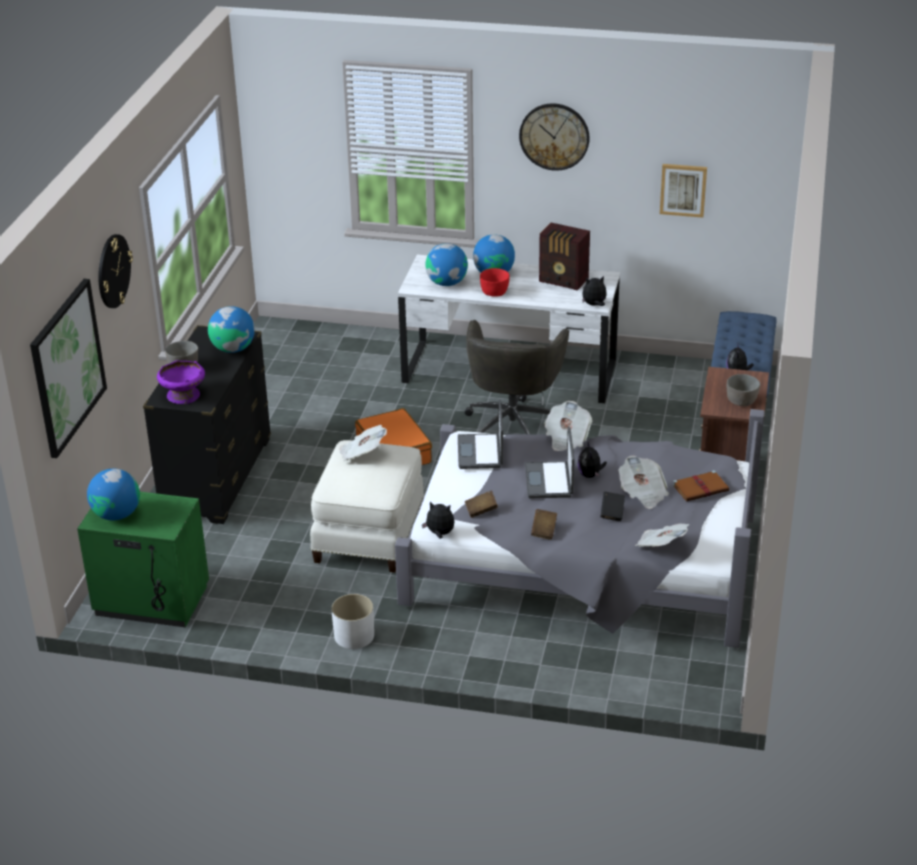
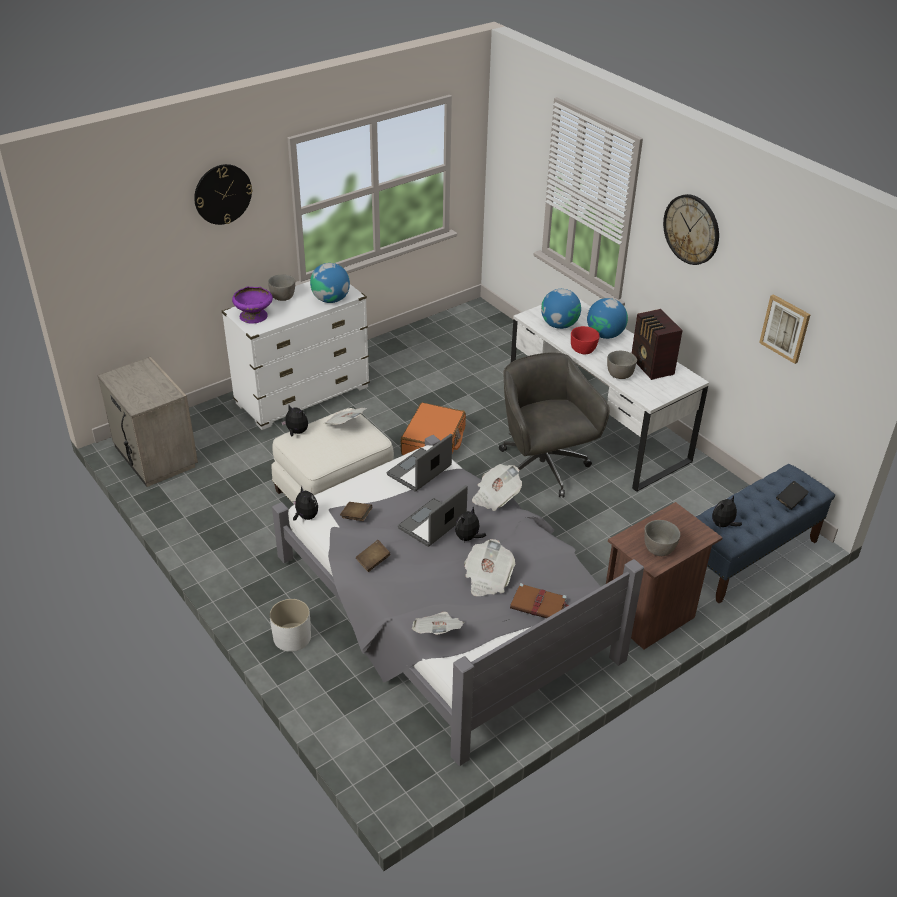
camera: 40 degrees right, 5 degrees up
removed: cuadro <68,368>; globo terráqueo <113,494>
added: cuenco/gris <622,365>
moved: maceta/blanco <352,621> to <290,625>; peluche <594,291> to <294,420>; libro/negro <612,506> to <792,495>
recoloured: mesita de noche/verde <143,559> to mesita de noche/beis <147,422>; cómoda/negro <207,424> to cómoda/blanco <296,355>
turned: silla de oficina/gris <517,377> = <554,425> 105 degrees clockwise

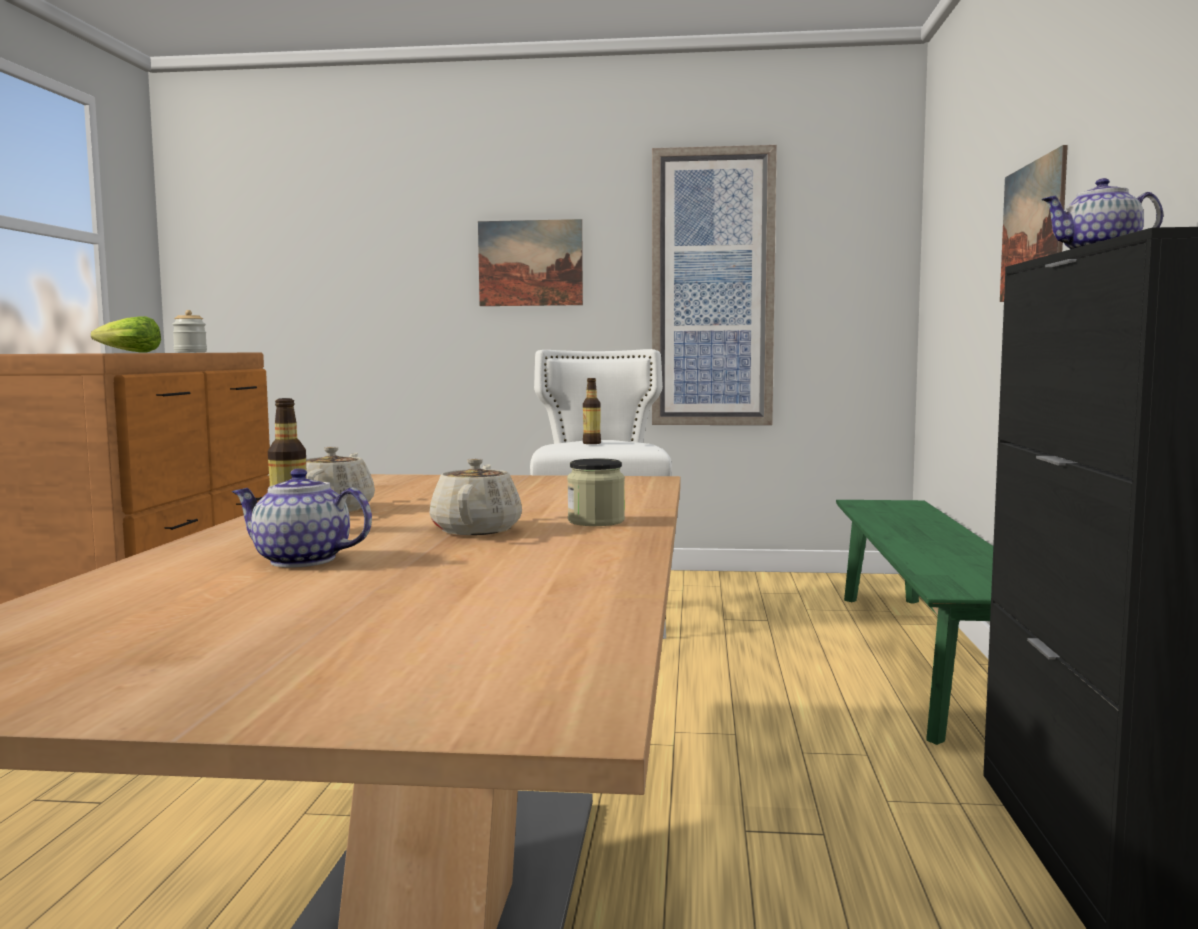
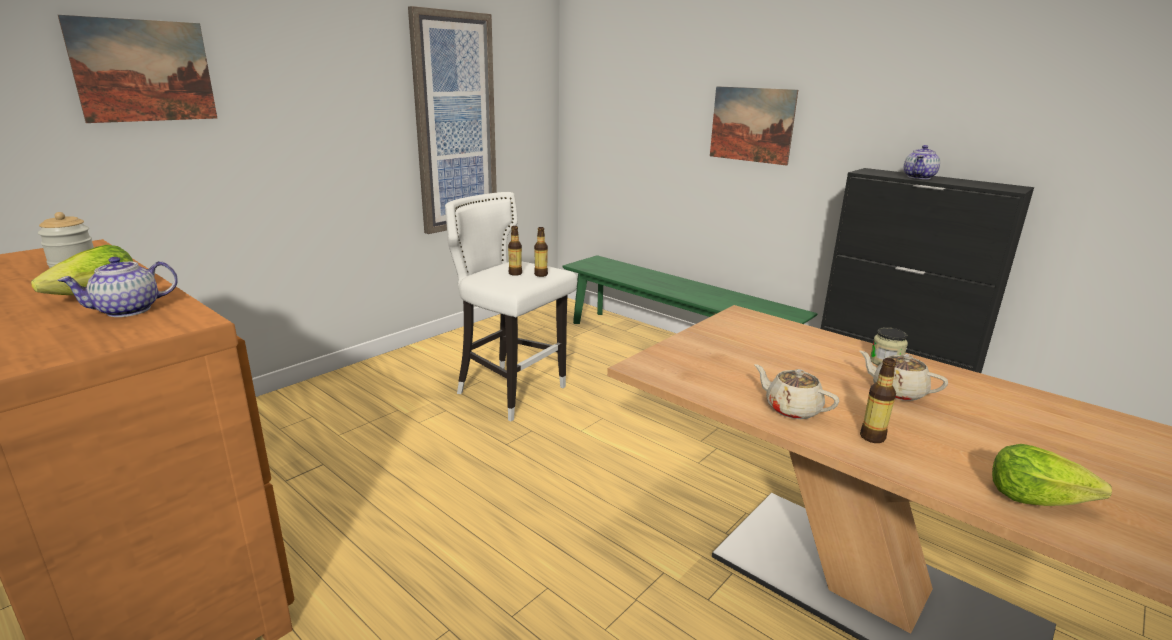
camera: 55 degrees left, 15 degrees up
added: botella <541,252>; lechuga <1052,475>
moved: tetera <302,517> to <117,287>; cuadro <530,262> to <137,69>

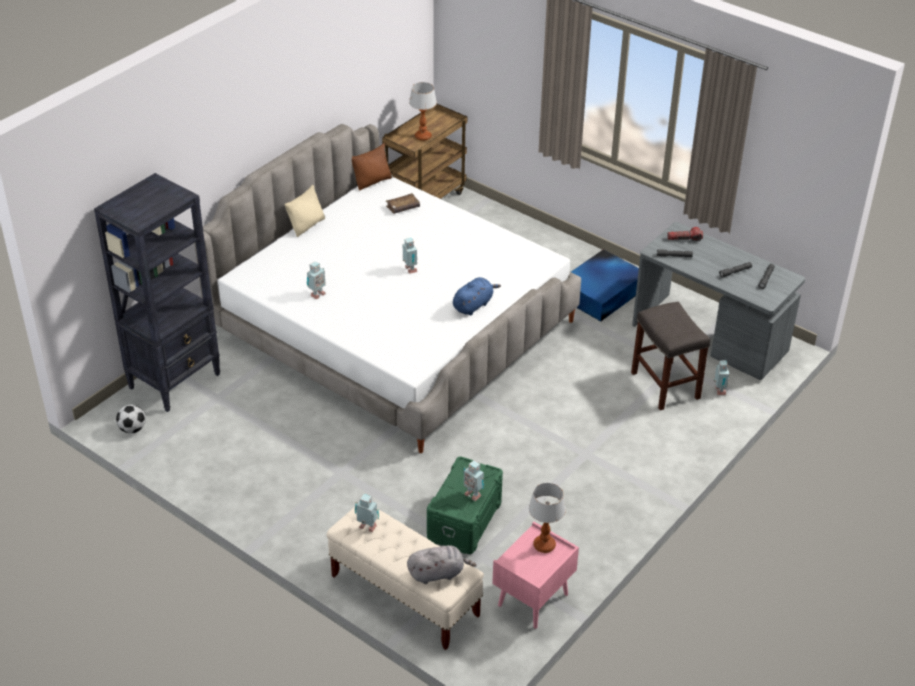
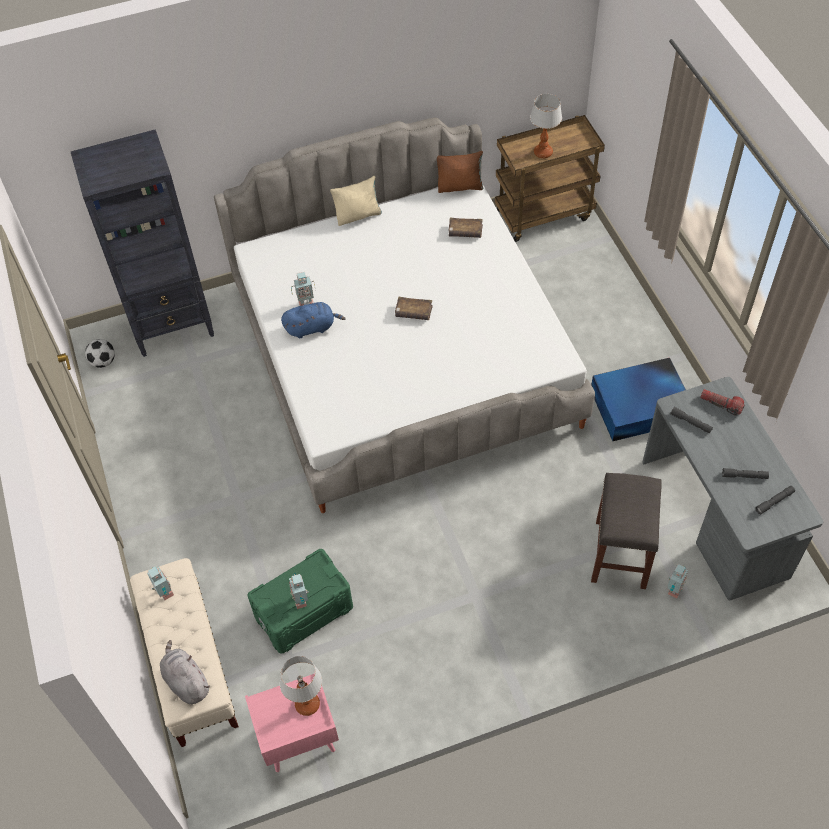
camera: 35 degrees right, 15 degrees up
moved: peluche/azul <477,296> to <313,320>
replaced: robot de juguete <410,255> to libro/marrón <414,308>
turned: peluche/gris <442,564> = <185,672> 150 degrees counterclockwise

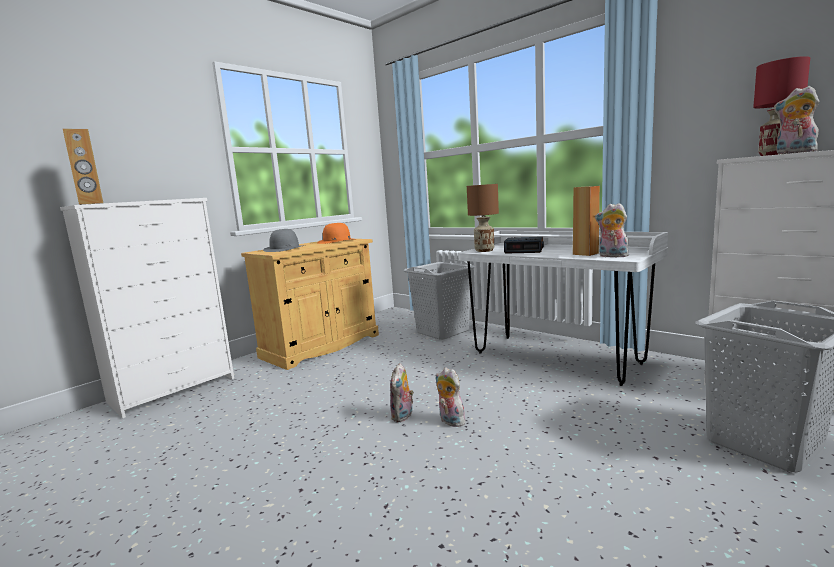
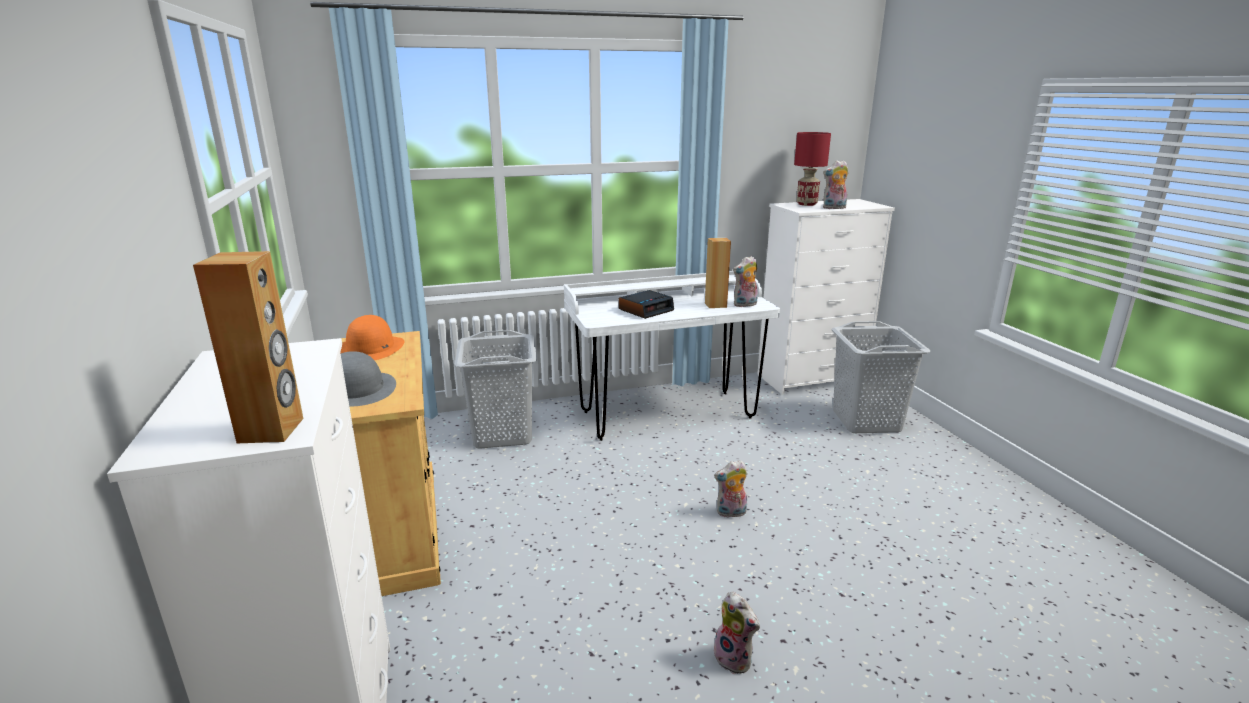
camera: 60 degrees left, 10 degrees up
removed: lámpara de mesa/marrón <483,218>
moved: peluche <402,392> to <737,633>

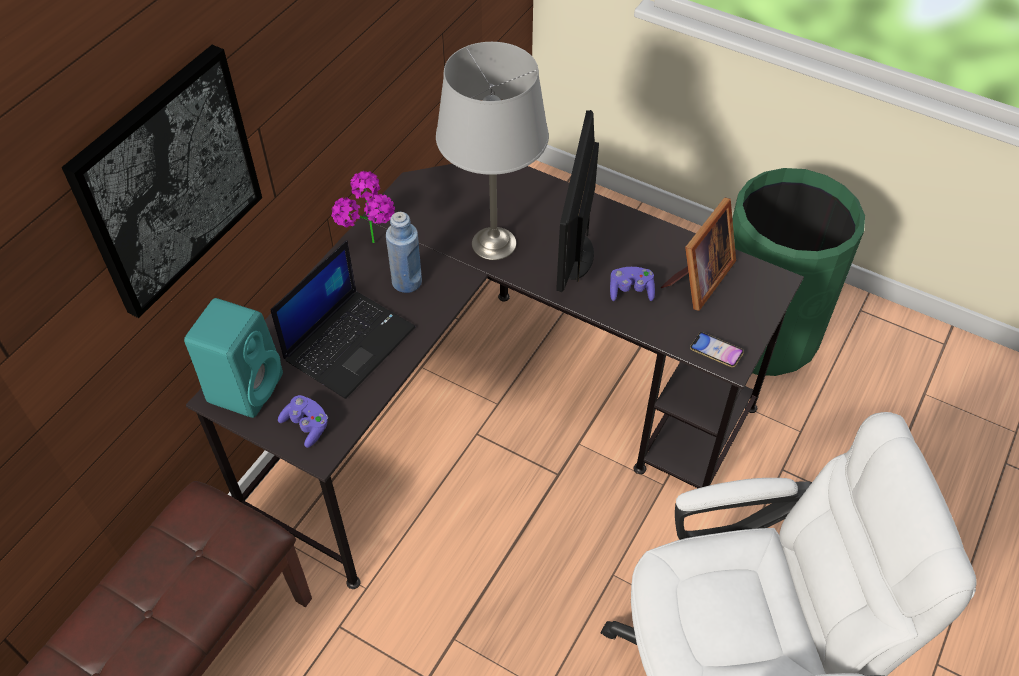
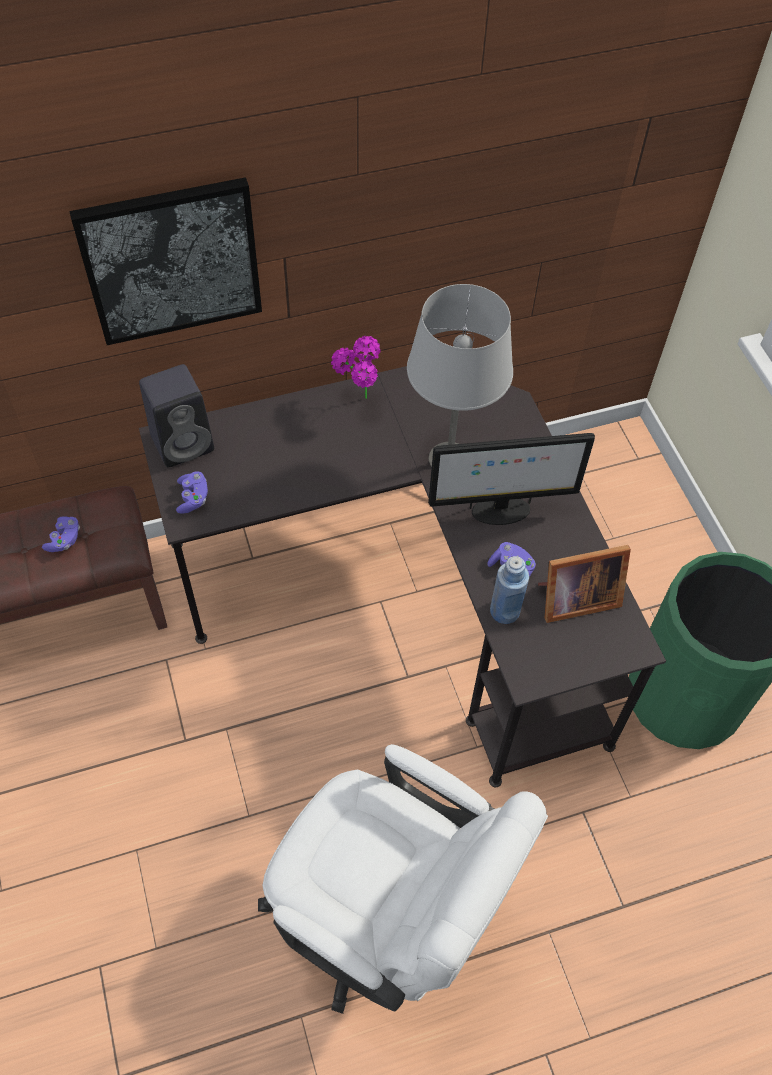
camera: 40 degrees right, 5 degrees up
removed: portátil <342,319>; móvil <717,349>
added: mando de consola/morado <61,534>
moved: botella/azul <404,252> to <509,590>
recoloured: altavoz/turquesa <233,358> to altavoz/negro <176,416>
turned: monitor <577,201> = <511,479> 150 degrees counterclockwise

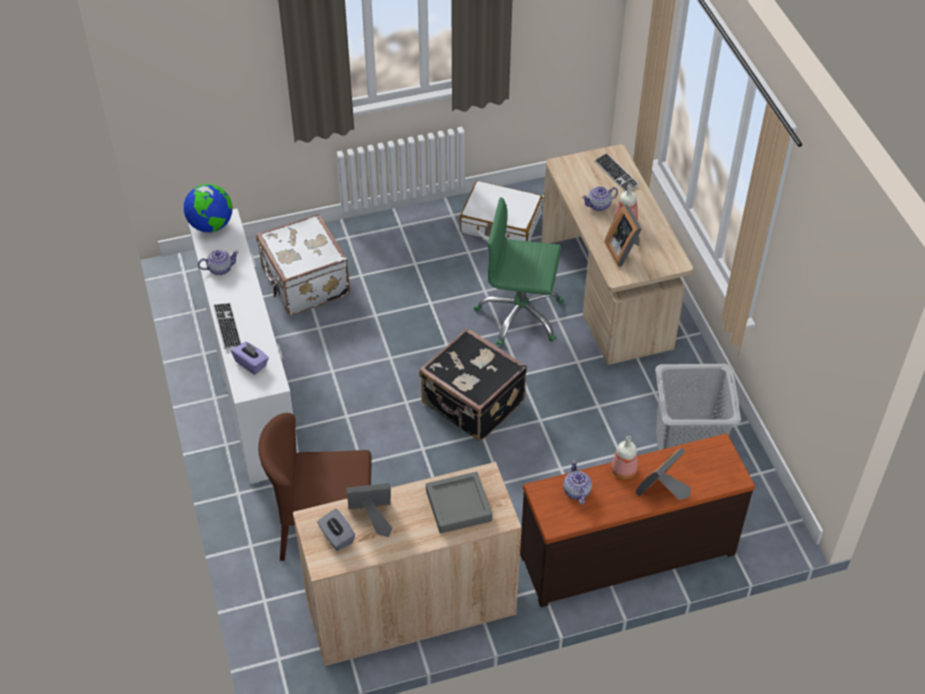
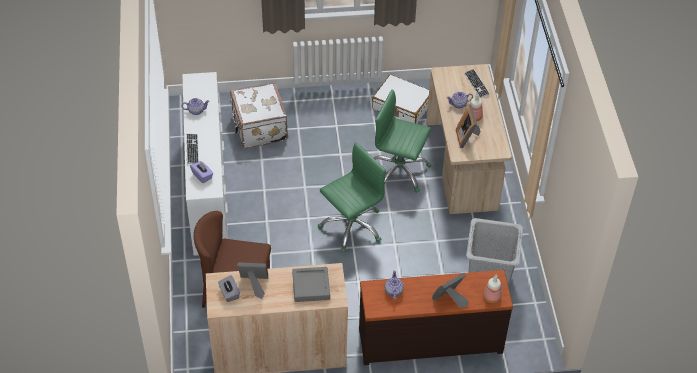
camera: 10 degrees right, 0 degrees up
removed: globo terráqueo <208,208>
moved: botella <624,457> to <492,289>
replaced: maleta/negro <473,385> to silla de oficina/verde <352,197>

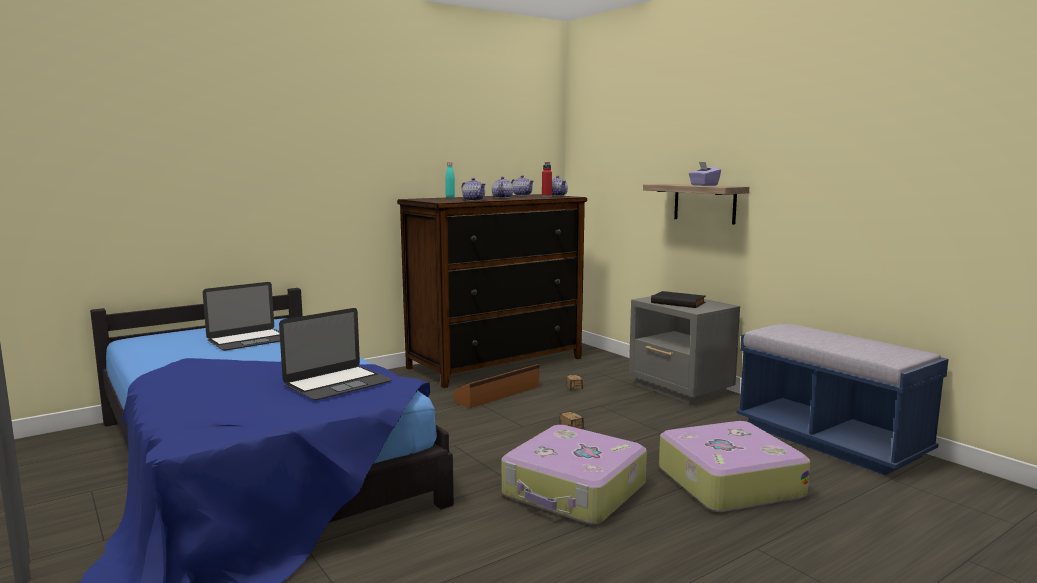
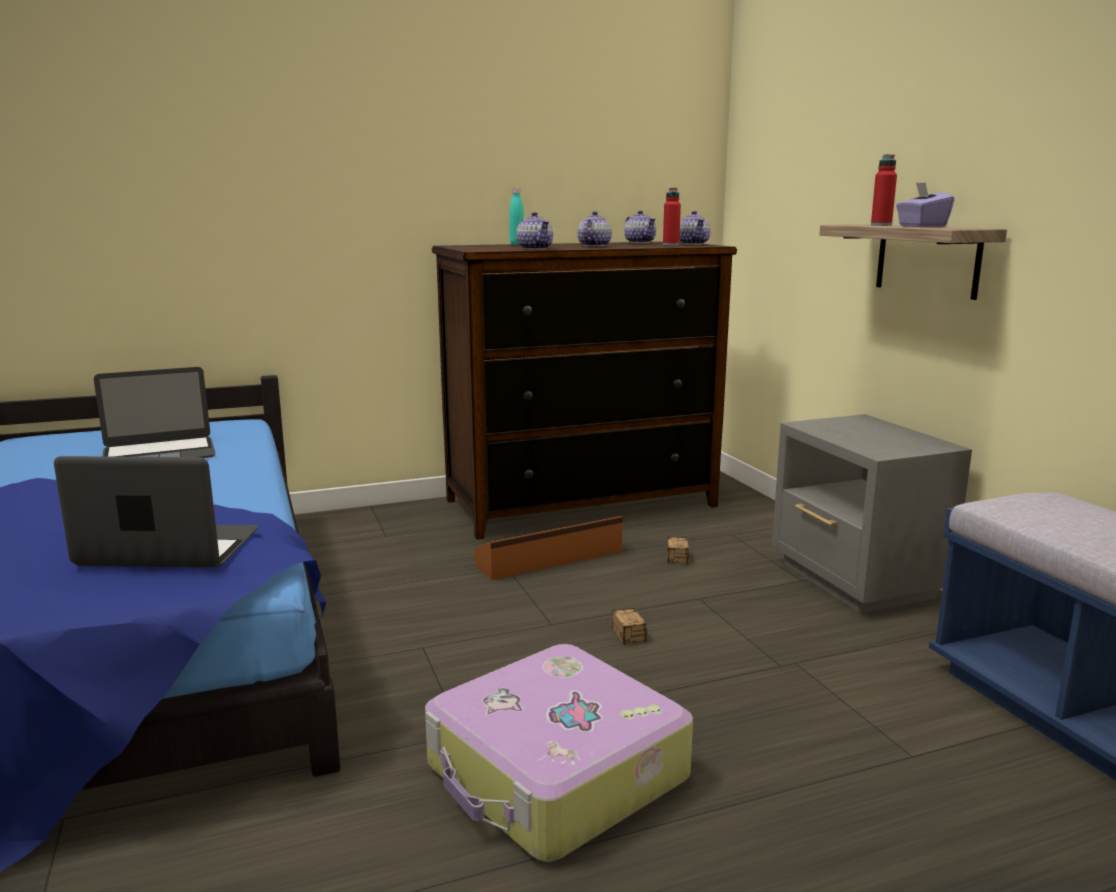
camera: 15 degrees right, 5 degrees up
removed: libro/negro <678,299>; maleta <734,466>
added: botella/rojo <884,190>
turned: portátil <335,354> = <156,511> 150 degrees counterclockwise

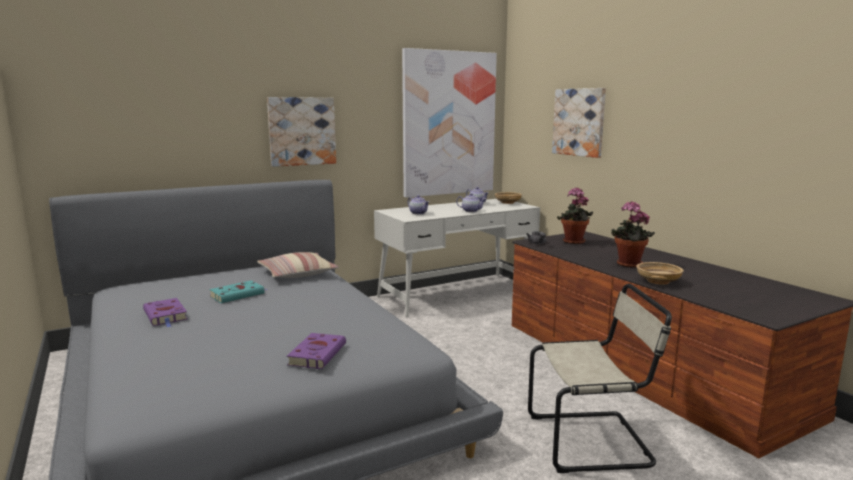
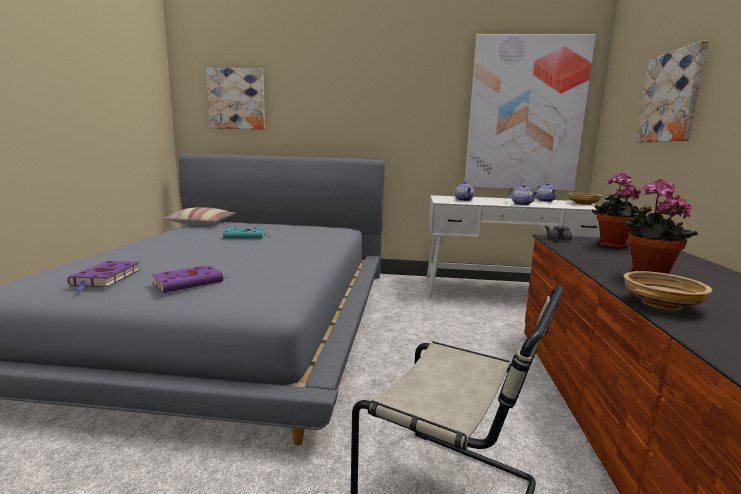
camera: 35 degrees right, 0 degrees up
moved: libro/morado <165,312> to <103,276>; cojín <298,265> to <199,216>; cuadro <301,132> to <235,99>

